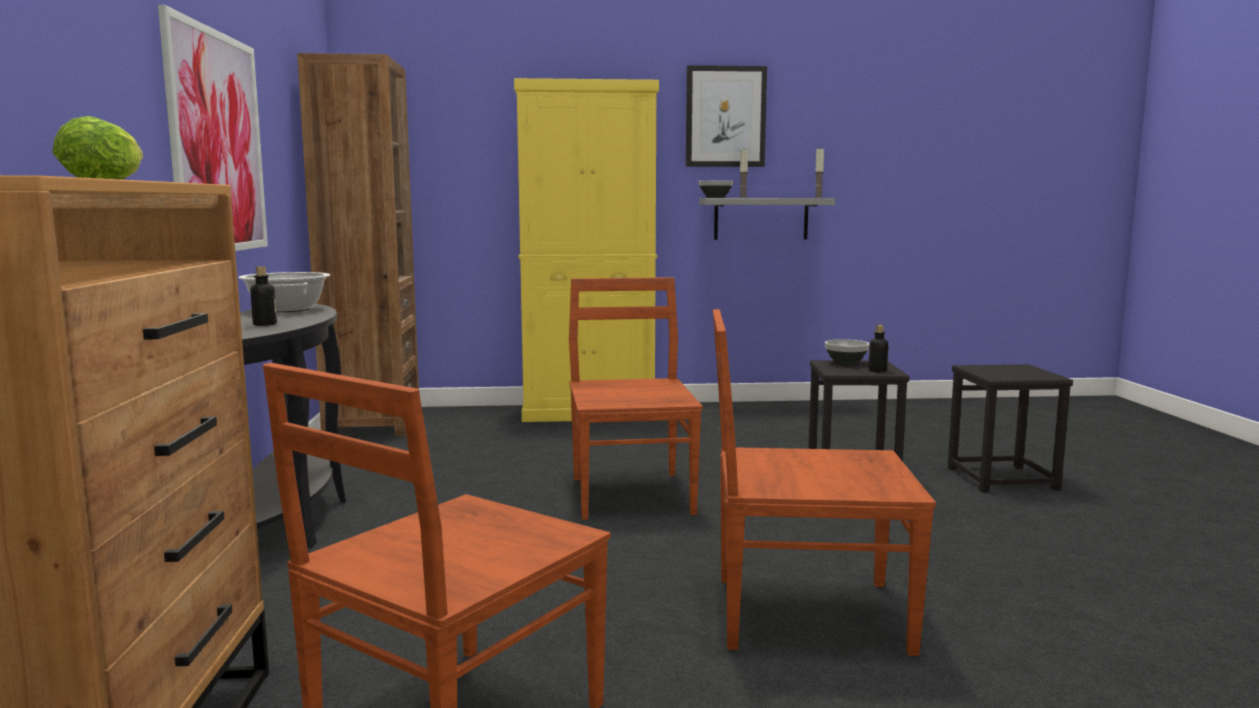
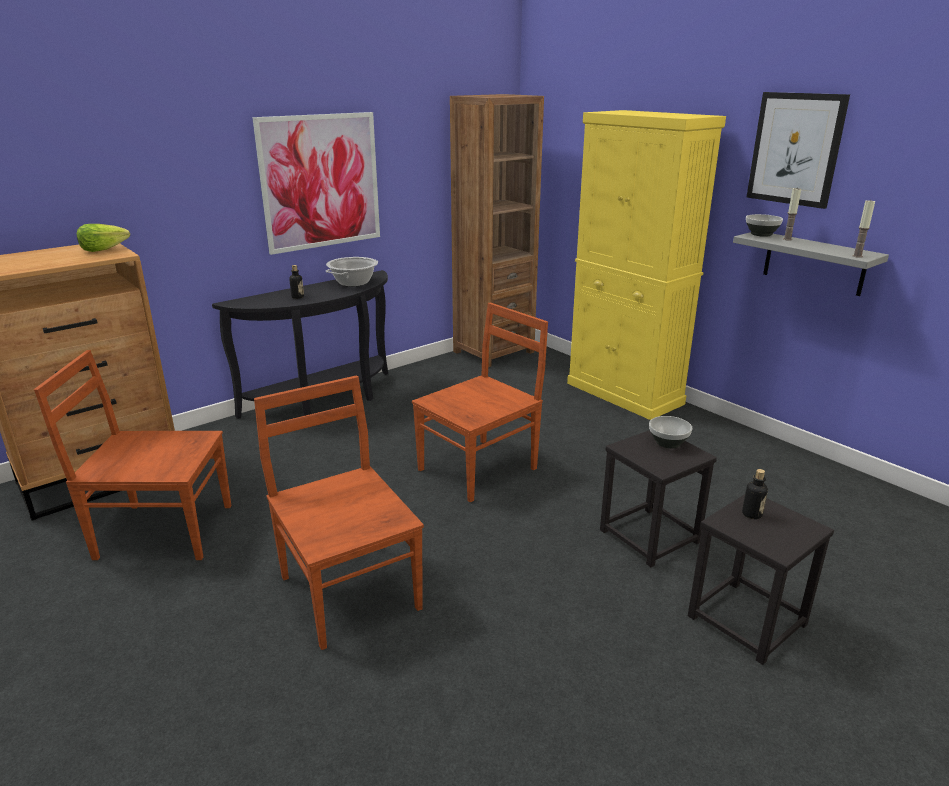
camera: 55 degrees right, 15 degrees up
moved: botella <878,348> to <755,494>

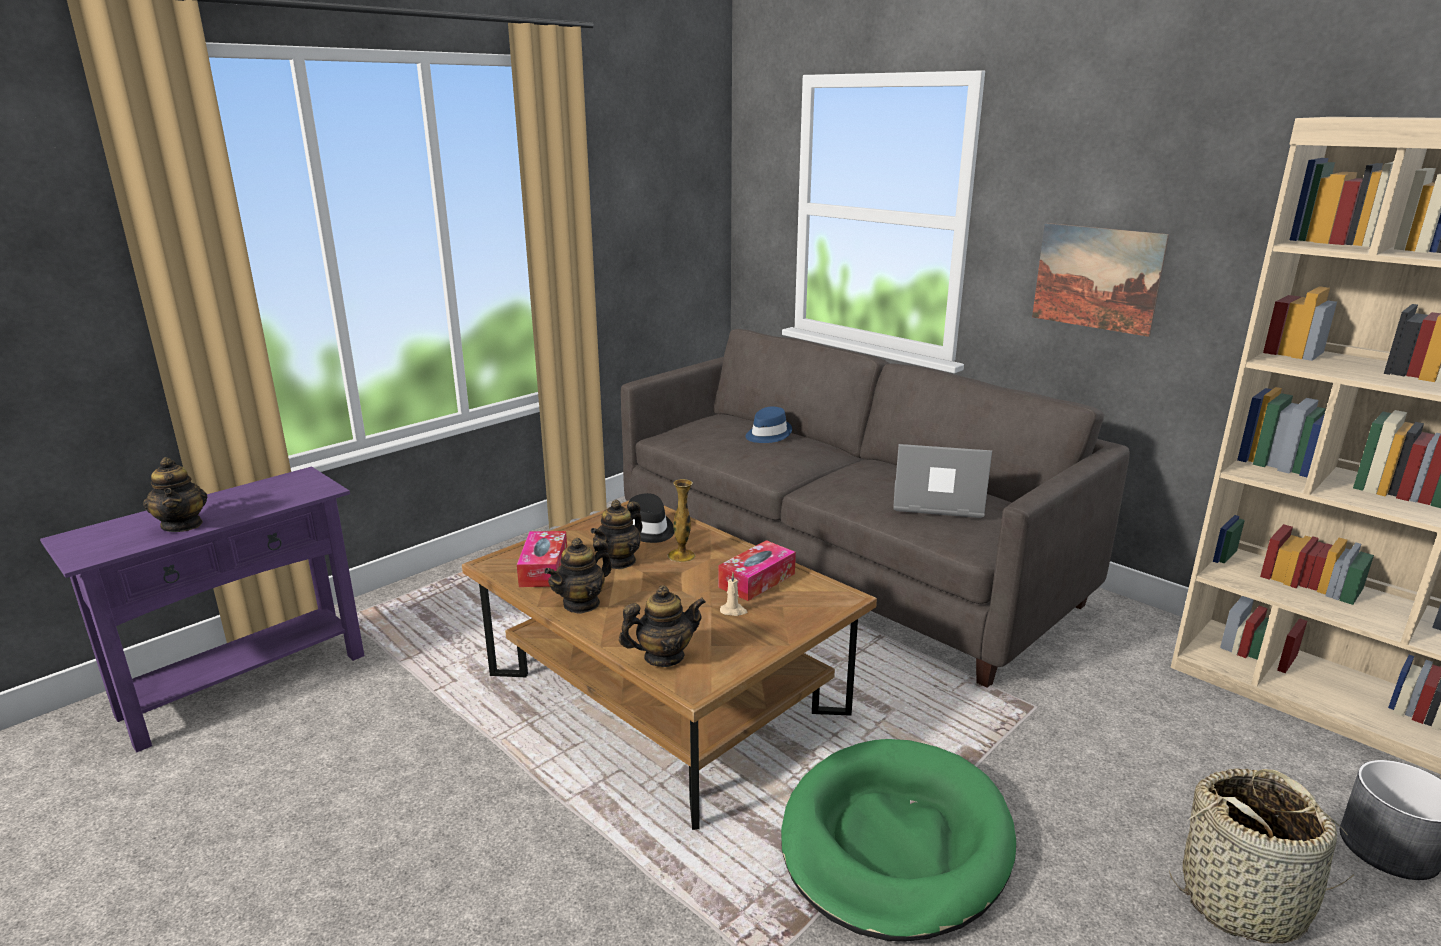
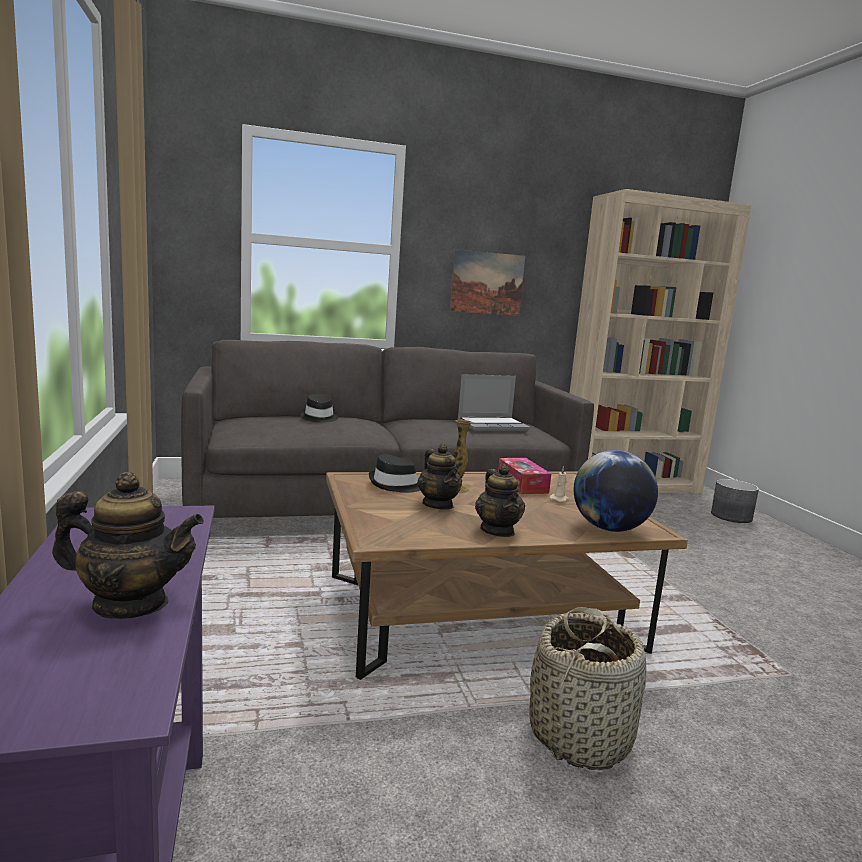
camera: 60 degrees left, 10 degrees down
removed: caja de pañuelos <542,559>; cama para perro/verde <898,840>
moved: cesta <1264,856> to <587,688>
replaced: tetera <662,626> to globo terráqueo <616,491>
recoloured: sombrero/azul <769,425> to sombrero/negro <319,408>
turned: portátil <942,481> = <494,402> 150 degrees counterclockwise

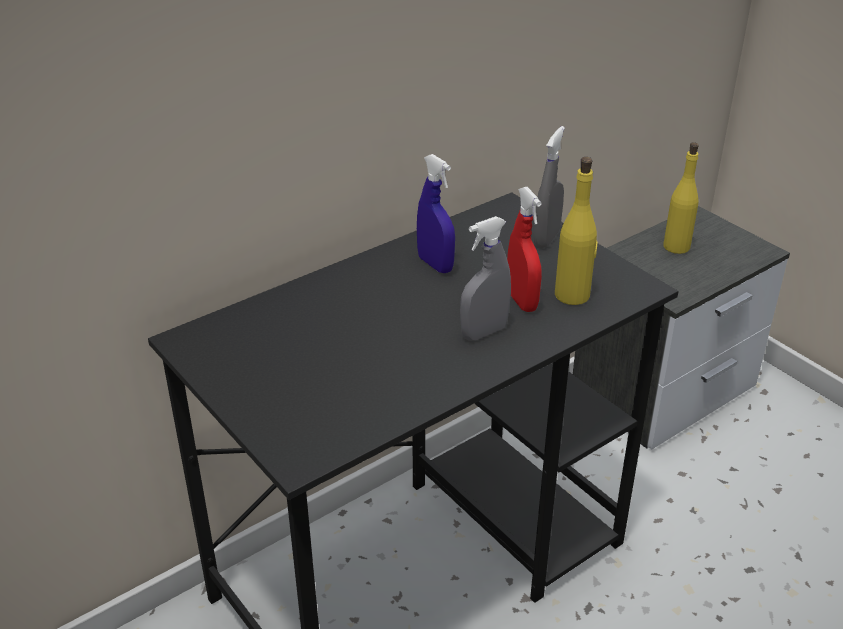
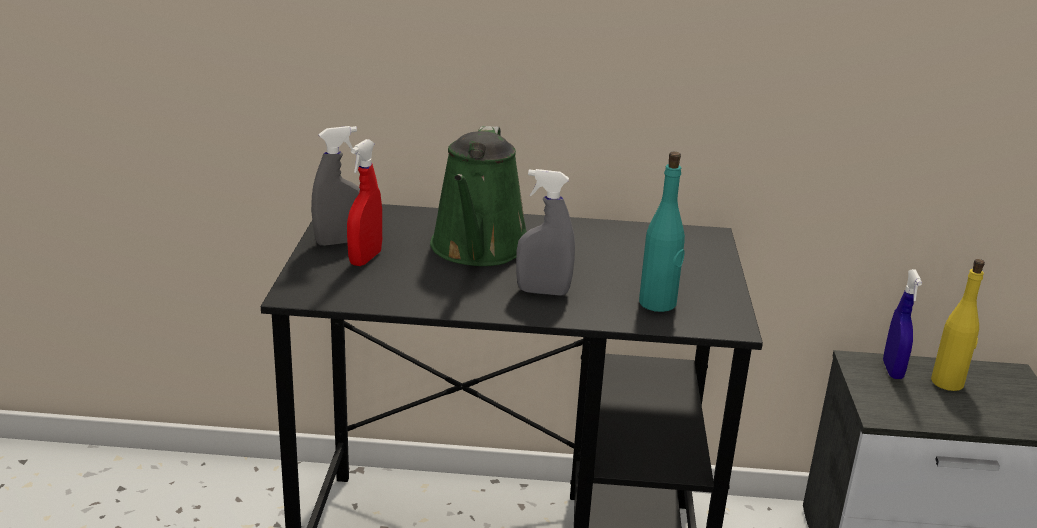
camera: 40 degrees right, 10 degrees down
added: regadera/verde <478,196>
moved: pulverizador/gris <549,187> to <335,186>; pulverizador/rojo <524,249> to <364,202>; pulverizador/azul <436,213> to <902,324>
recoloured: botella/amarillo <576,231> to botella/turquesa <662,232>

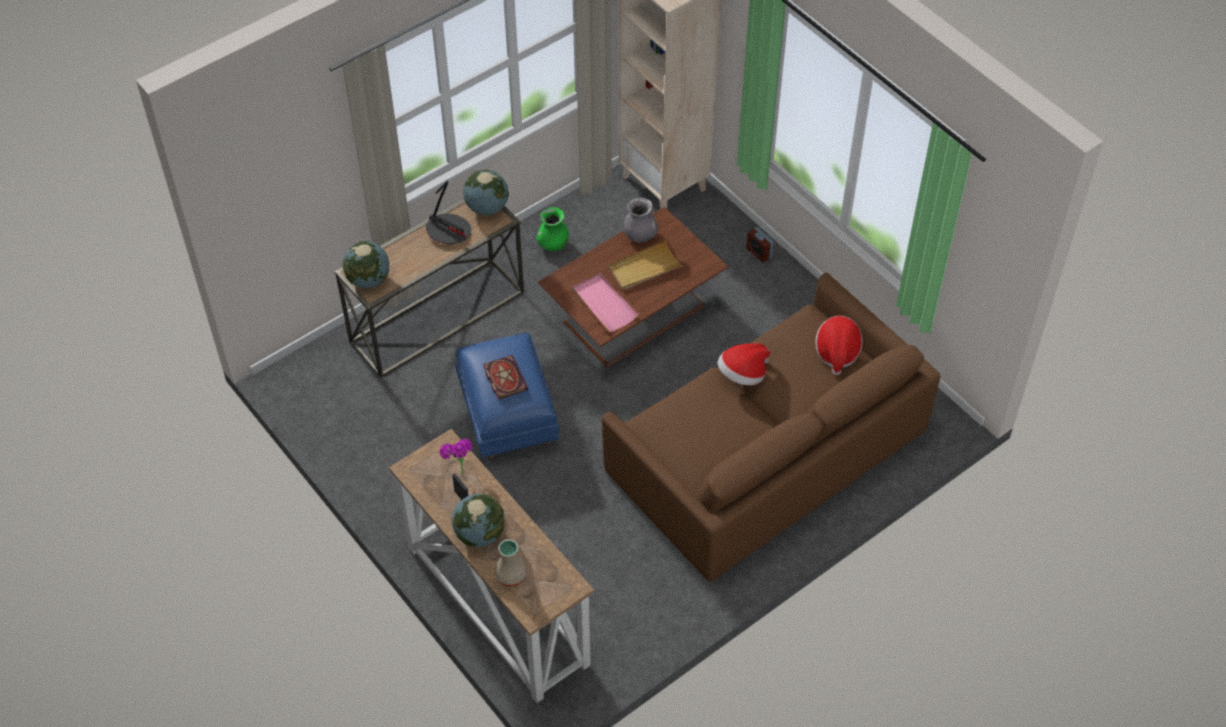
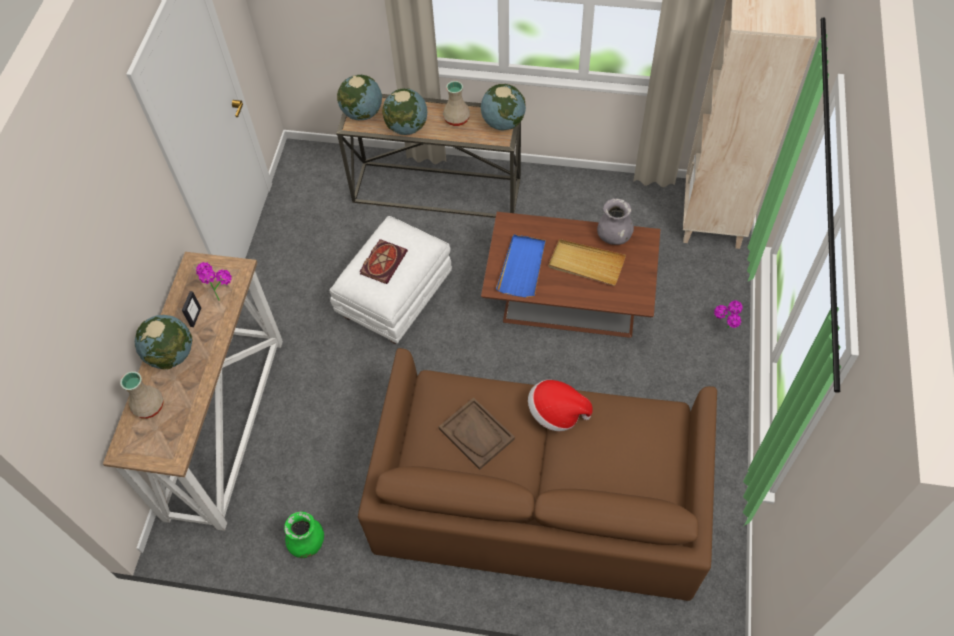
camera: 50 degrees right, 5 degrees up
removed: sombrero <838,345>
added: globo terráqueo <404,111>; bandeja/marrón <477,433>
moved: florero/verde <552,229> to <304,534>
replaced: lámpara de mesa <448,212> to florero/beis <456,103>; despertador <760,245> to planta en maceta <728,314>
recoloured: puf/azul <507,396> to puf/blanco <391,280>; bandeja/rosa <605,302> to bandeja/azul <520,266>

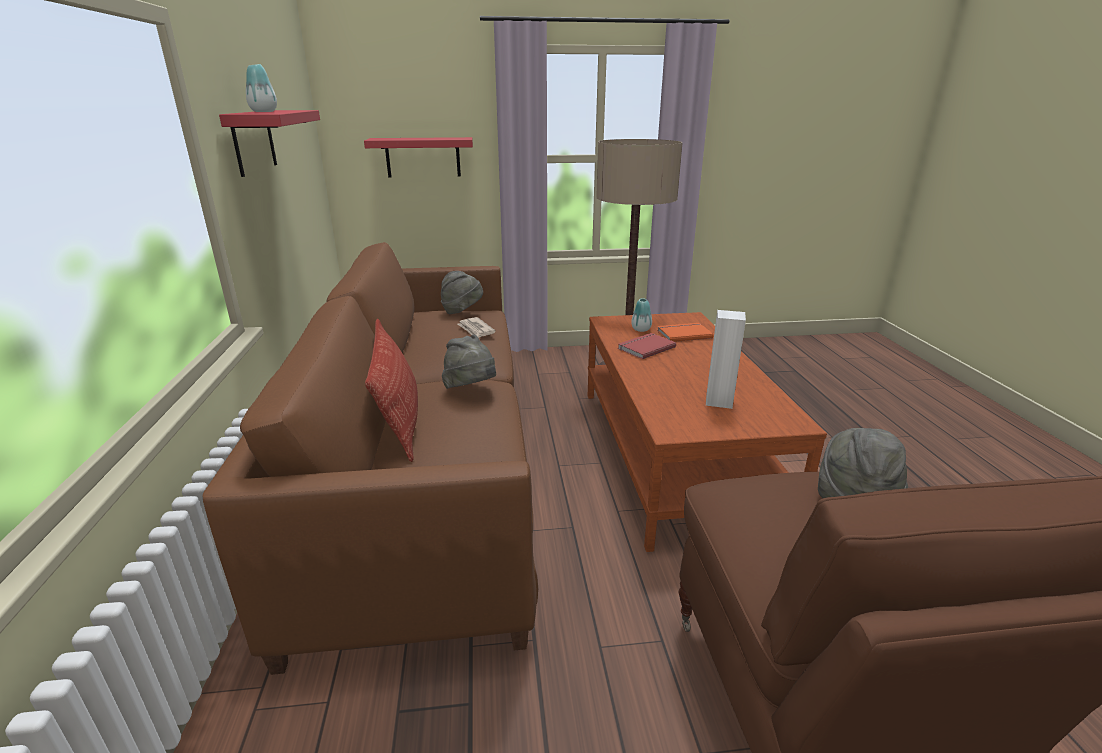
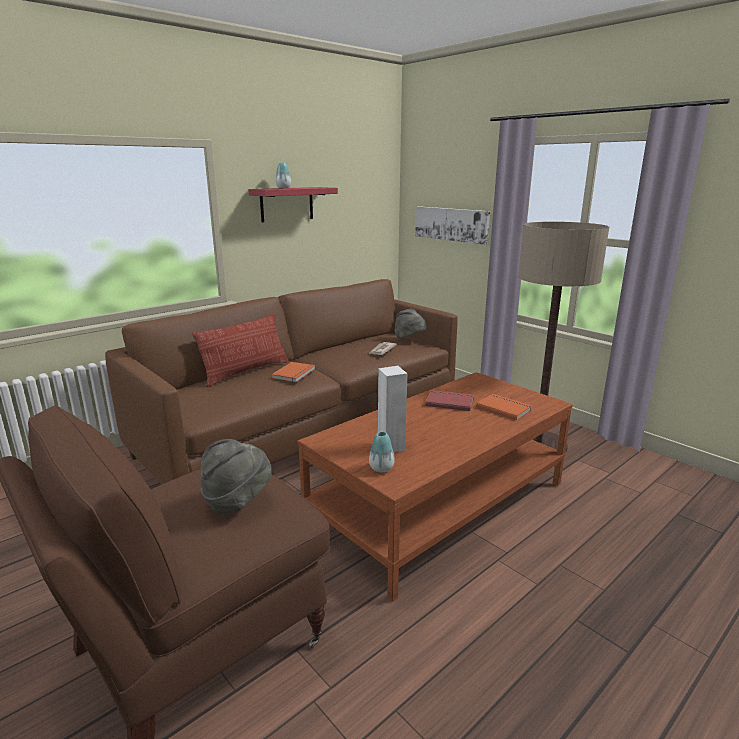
camera: 55 degrees right, 5 degrees down
moved: florero <641,315> to <382,451>
replaced: sombrero/gris <469,361> to libro/naranja <293,372>; estante/rojo <418,157> to cuadro <452,225>

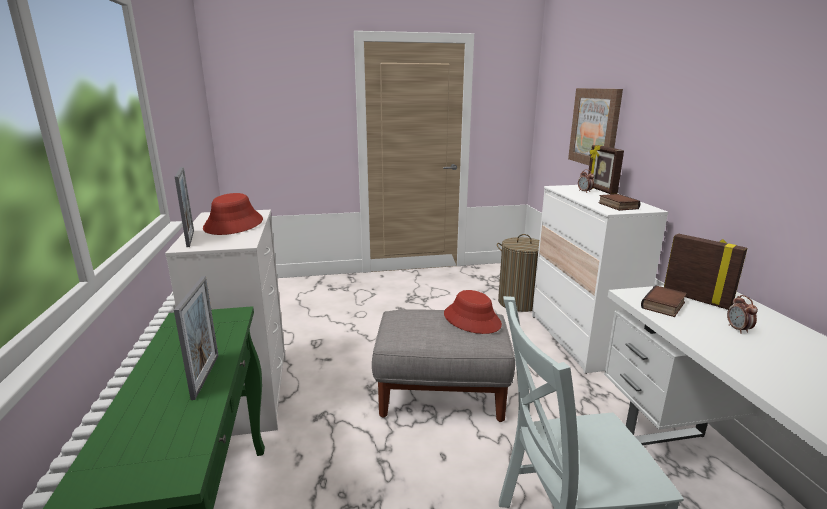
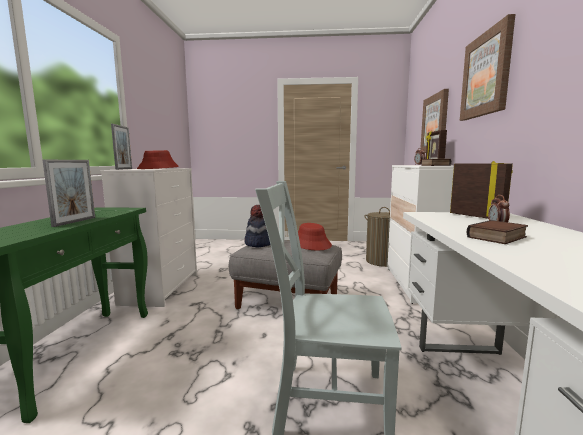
camera: 15 degrees right, 10 degrees down
added: sombrero <257,226>; cuadro <487,67>
moved: libro <664,301> to <497,232>

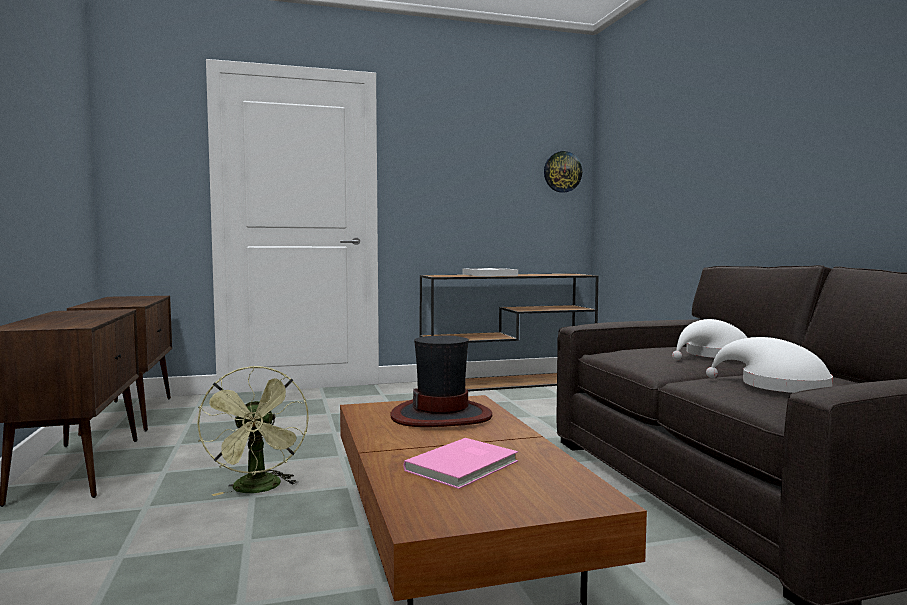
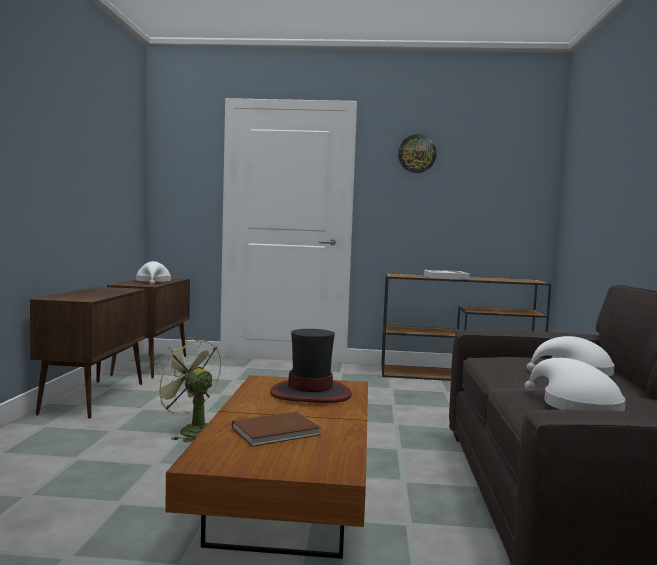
camera: 20 degrees right, 0 degrees up
added: sombrero/blanco <153,273>
moved: reloj de pared <563,172> to <417,153>
recoloured: libro/rosa <460,463> to libro/marrón <276,429>
turned: ventilador/verde <253,431> = <186,389> 120 degrees clockwise

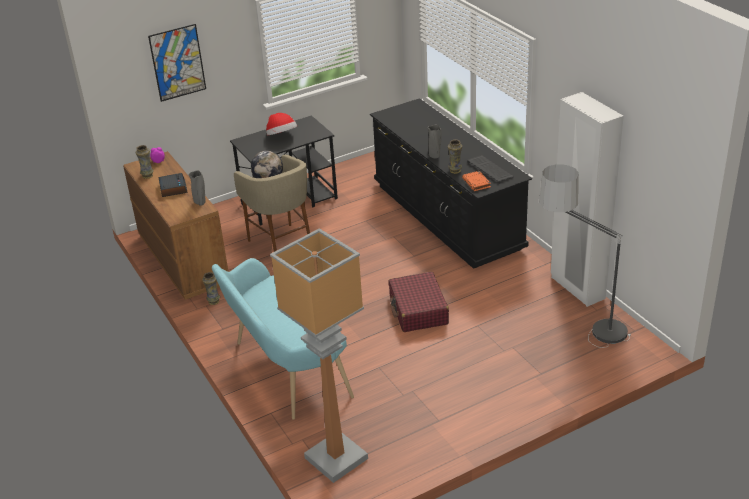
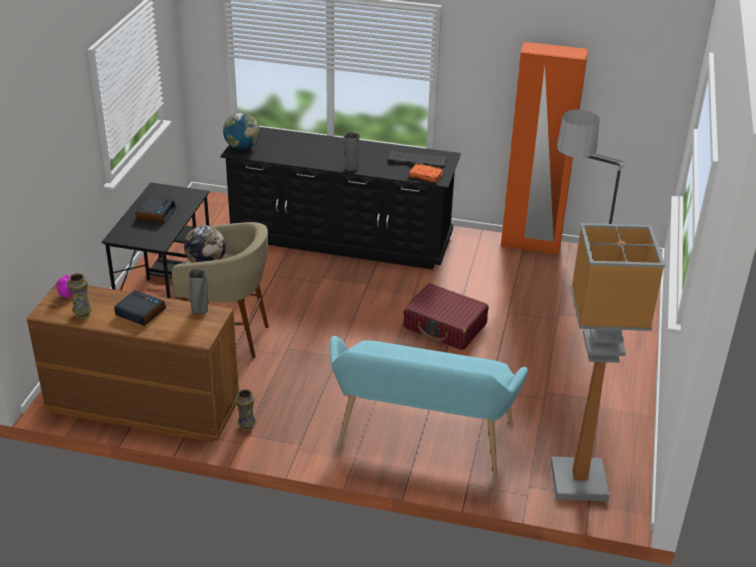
camera: 50 degrees left, 0 degrees up
removed: cuadro <177,63>; florero <455,156>
added: globo terráqueo <241,131>
replaced: sombrero <281,124> to despertador <156,210>
recoloured: armario ropero/blanco <587,199> to armario ropero/naranja <544,148>

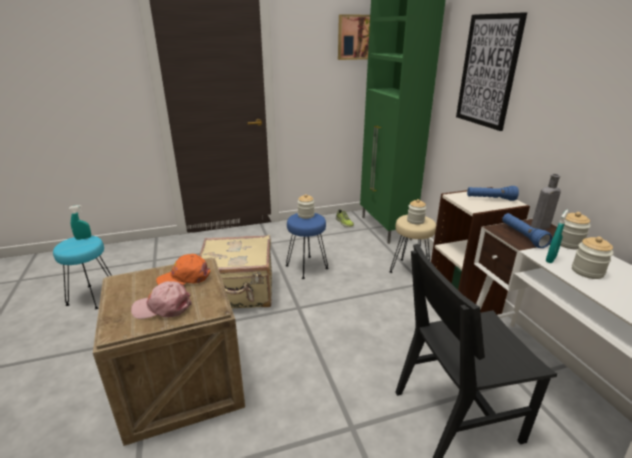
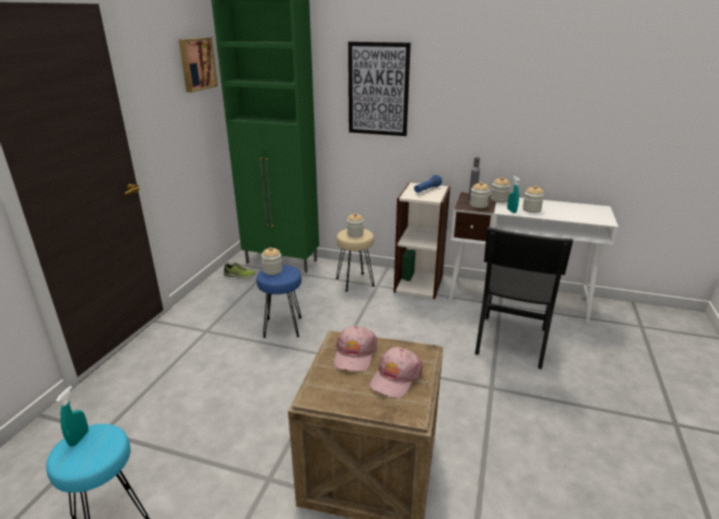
camera: 55 degrees left, 0 degrees up
removed: maleta/beis <235,271>
replaced: linterna/azul <527,230> to tarro <480,195>
recoloured: gorra/naranja <183,269> to gorra/rosa <355,349>

